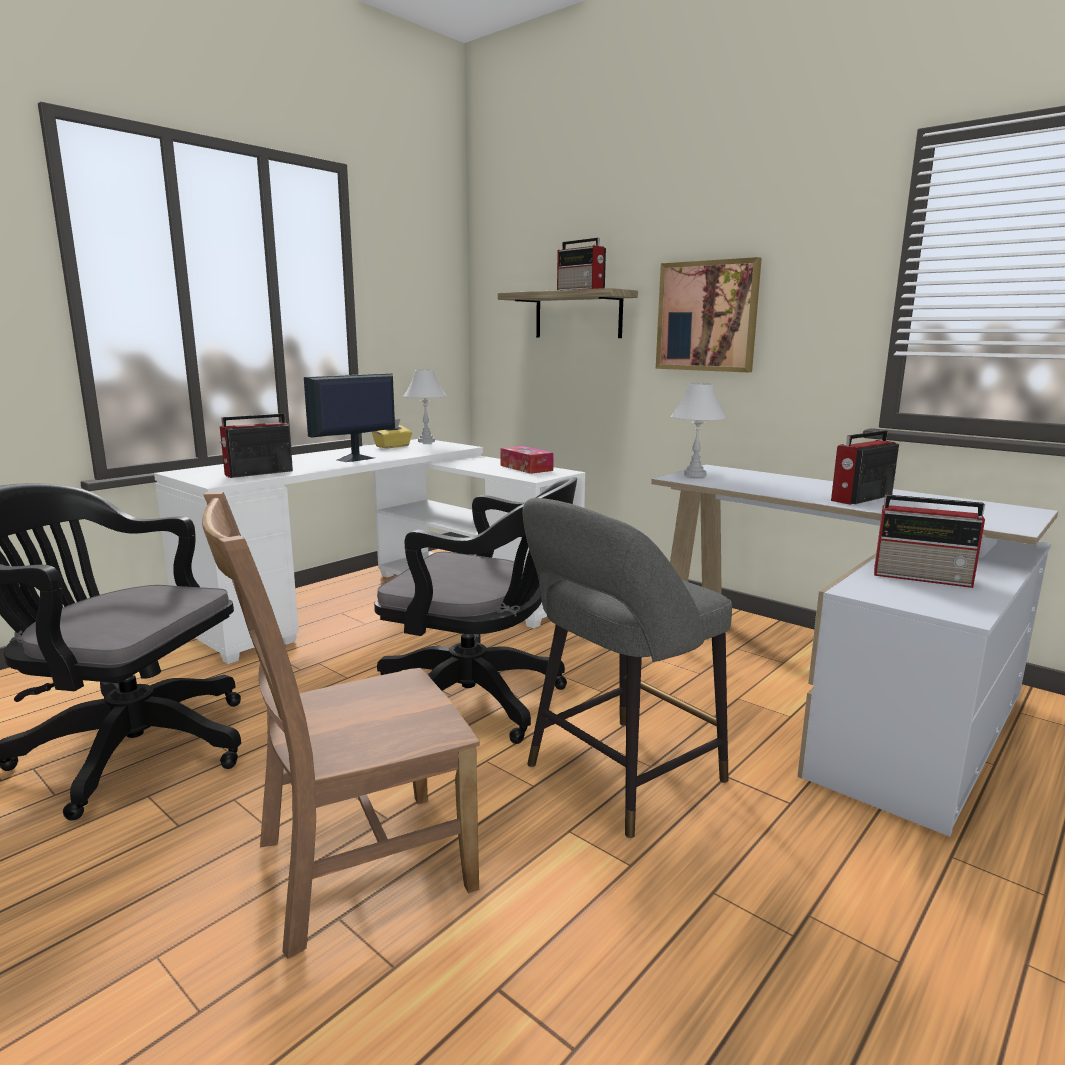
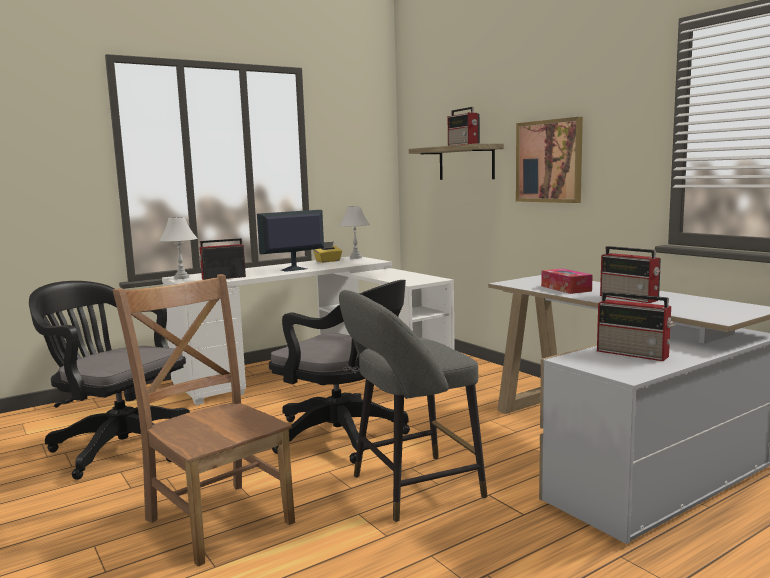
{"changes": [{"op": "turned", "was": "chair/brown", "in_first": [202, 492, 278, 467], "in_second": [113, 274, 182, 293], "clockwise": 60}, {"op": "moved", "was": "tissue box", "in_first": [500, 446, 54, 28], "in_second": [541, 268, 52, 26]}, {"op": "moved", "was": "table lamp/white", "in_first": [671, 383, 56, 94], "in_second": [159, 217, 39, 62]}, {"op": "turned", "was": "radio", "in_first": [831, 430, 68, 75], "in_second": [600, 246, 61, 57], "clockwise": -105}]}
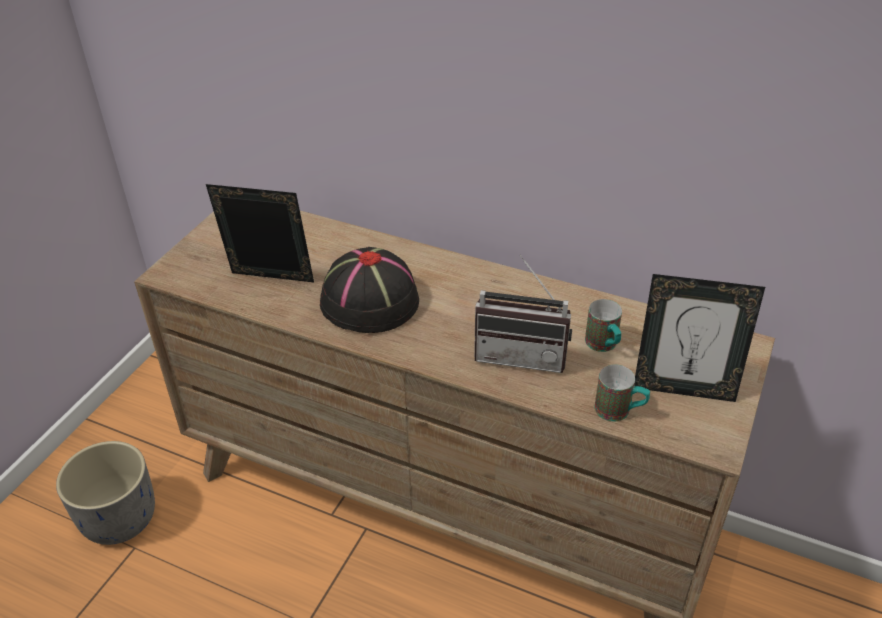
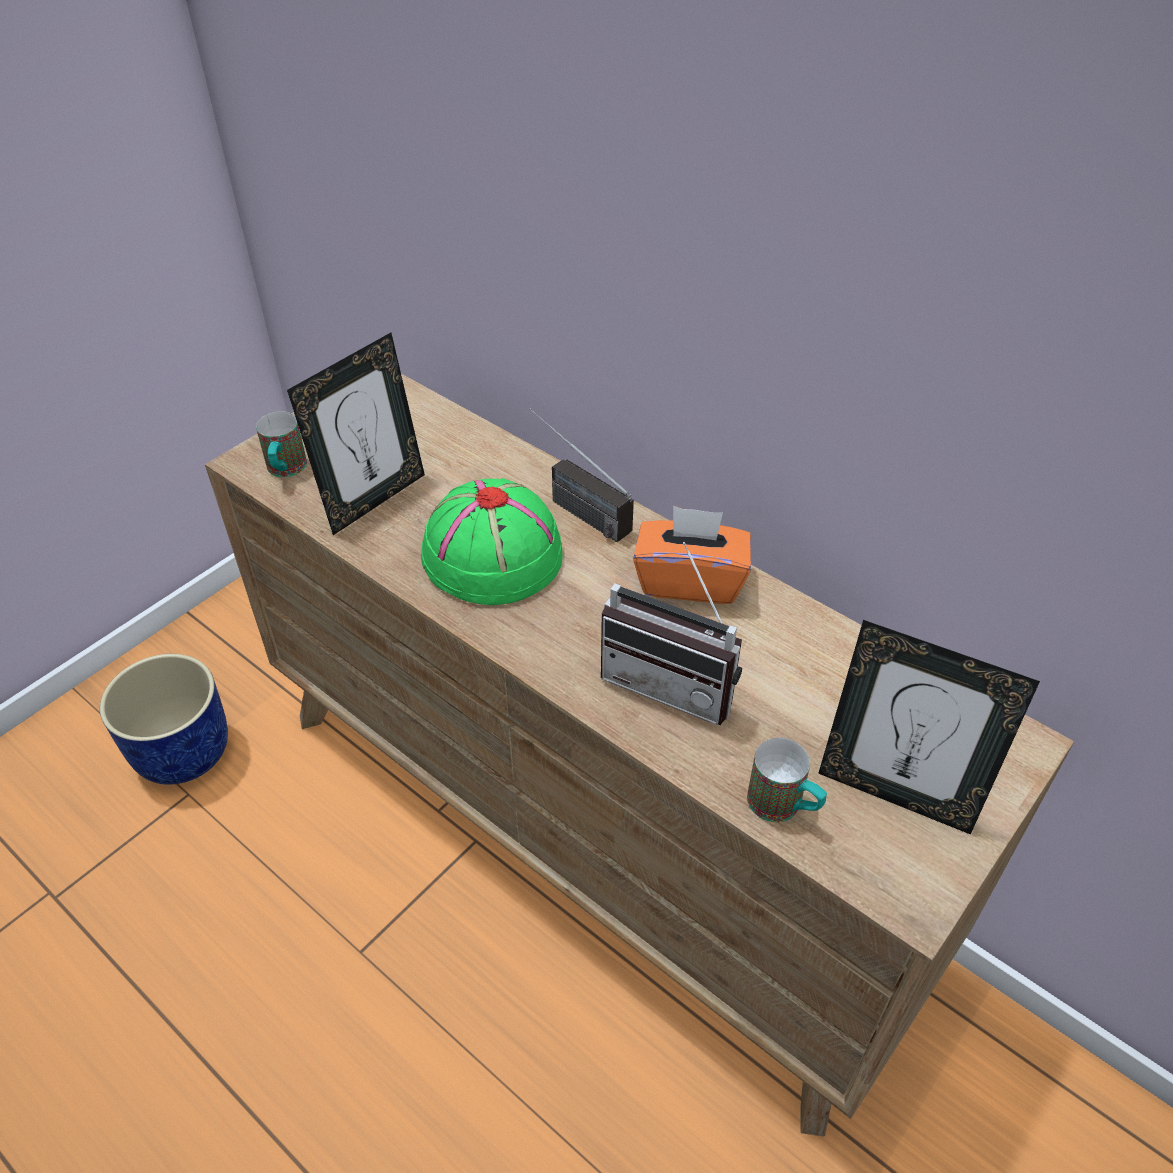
{"changes": [{"op": "recoloured", "was": "planter/grey", "now": "planter/blue", "in_first": [56, 441, 99, 104], "in_second": [100, 654, 128, 131]}, {"op": "turned", "was": "picture frame", "in_first": [206, 184, 108, 98], "in_second": [287, 333, 138, 202], "clockwise": 105}, {"op": "recoloured", "was": "hat/black", "now": "hat/green", "in_first": [320, 247, 99, 86], "in_second": [421, 478, 141, 127]}, {"op": "moved", "was": "mug", "in_first": [585, 299, 37, 53], "in_second": [256, 411, 51, 66]}, {"op": "added", "now": "radio", "in_second": [529, 408, 105, 134]}, {"op": "added", "now": "tissue box/orange", "in_second": [633, 506, 118, 98]}]}
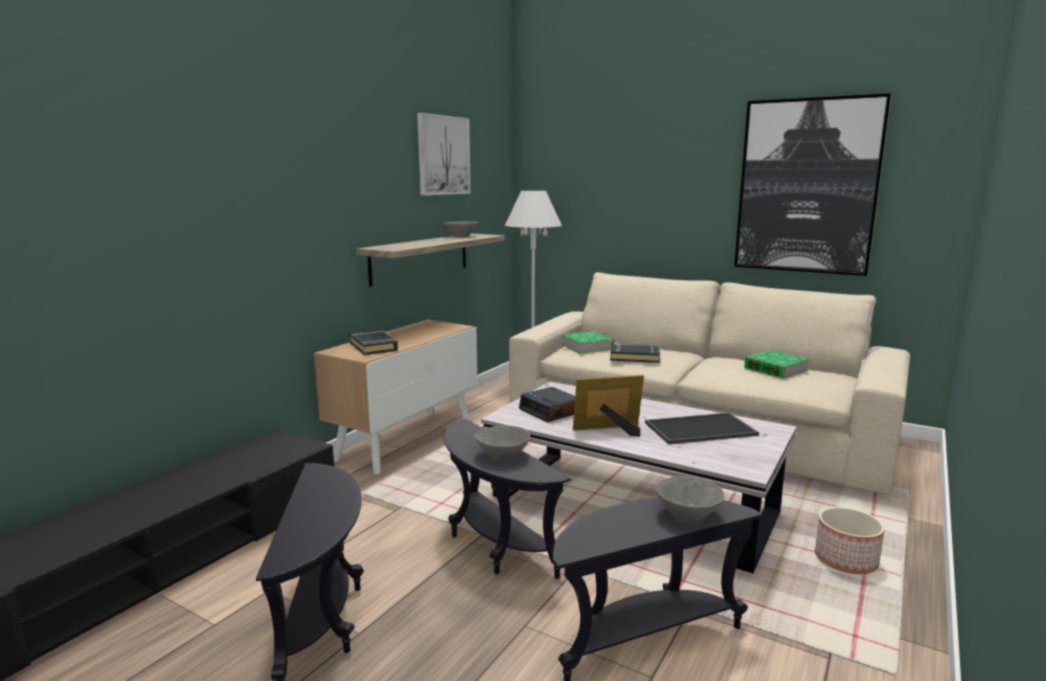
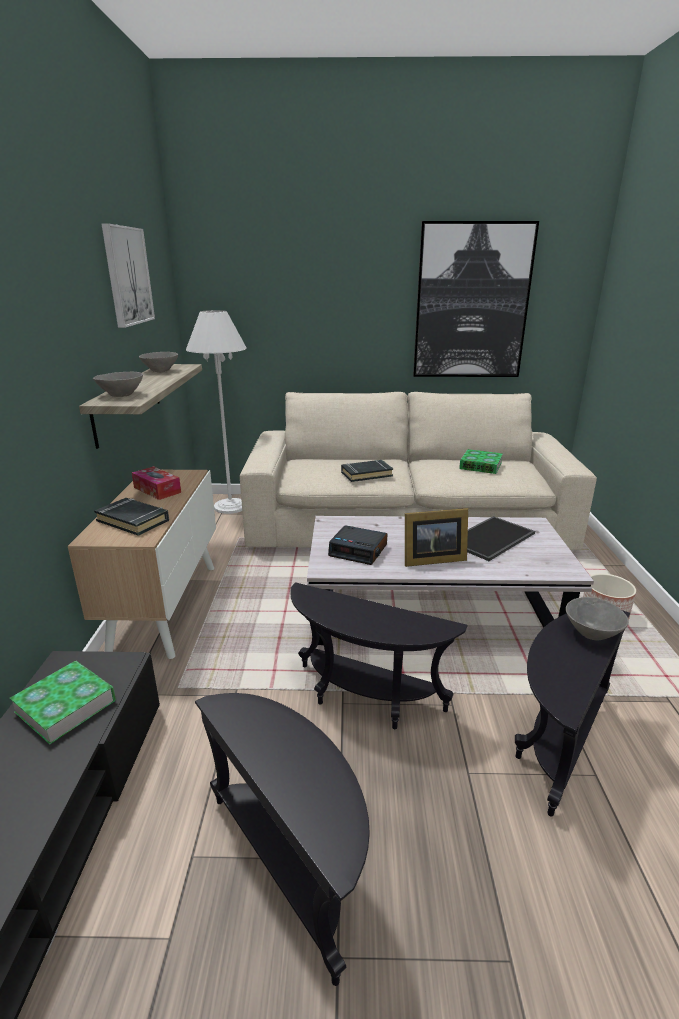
{"changes": [{"op": "moved", "was": "bowl/grey", "in_first": [474, 426, 56, 35], "in_second": [93, 372, 50, 25]}, {"op": "moved", "was": "book", "in_first": [562, 331, 52, 22], "in_second": [10, 661, 106, 83]}, {"op": "turned", "was": "picture frame", "in_first": [573, 375, 71, 62], "in_second": [405, 508, 63, 59], "clockwise": -150}, {"op": "added", "now": "tissue box", "in_second": [132, 466, 49, 34]}]}
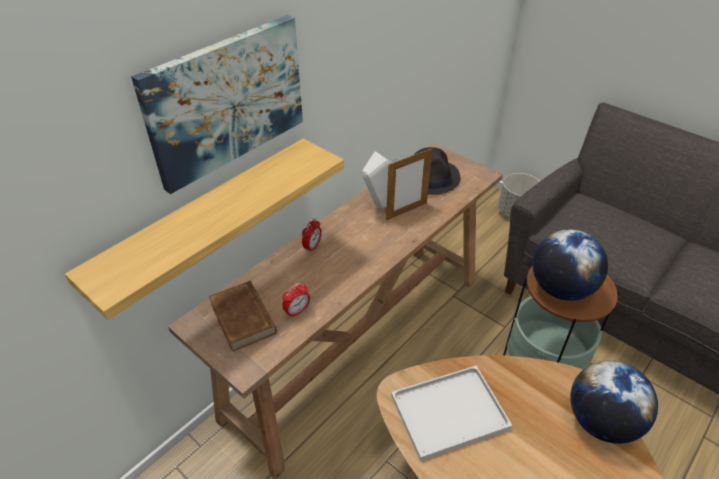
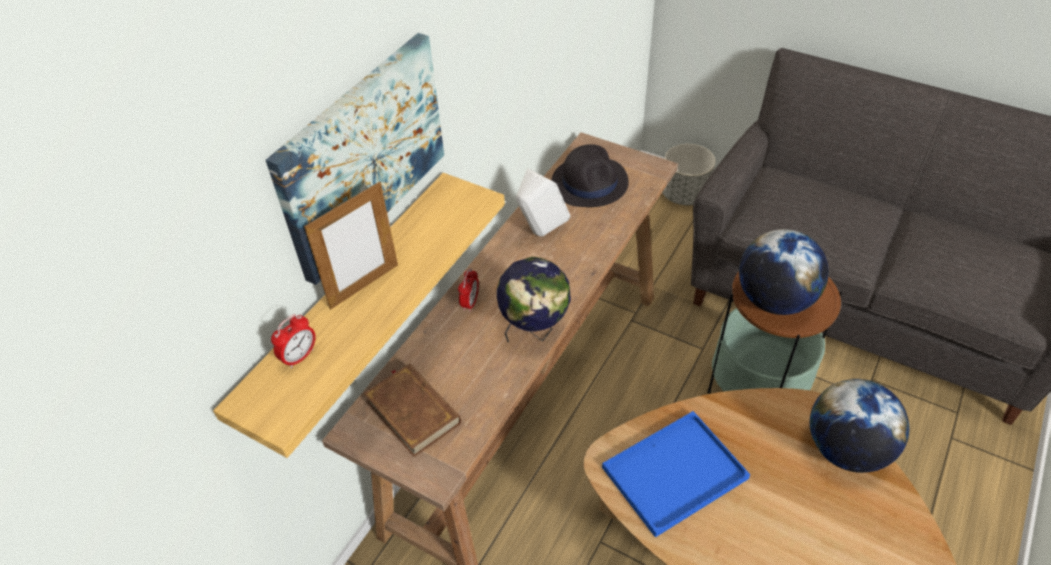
{"changes": [{"op": "moved", "was": "alarm clock", "in_first": [282, 283, 28, 35], "in_second": [271, 314, 45, 55]}, {"op": "moved", "was": "picture frame", "in_first": [386, 148, 46, 72], "in_second": [304, 181, 94, 129]}, {"op": "recoloured", "was": "tray/white", "now": "tray/blue", "in_first": [391, 366, 121, 95], "in_second": [602, 411, 148, 126]}, {"op": "added", "now": "globe", "in_second": [497, 257, 74, 85]}]}
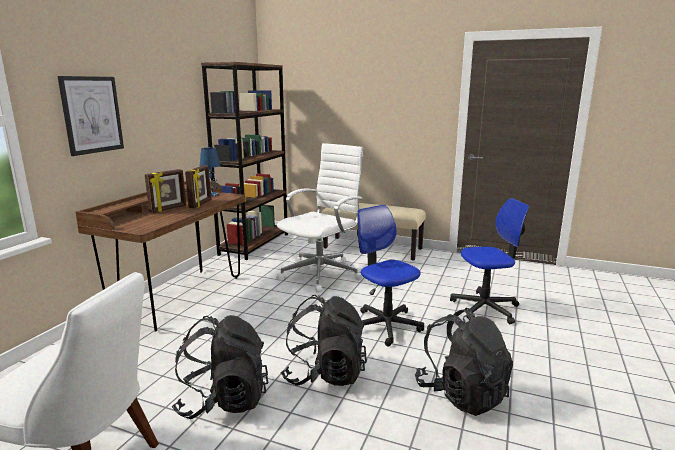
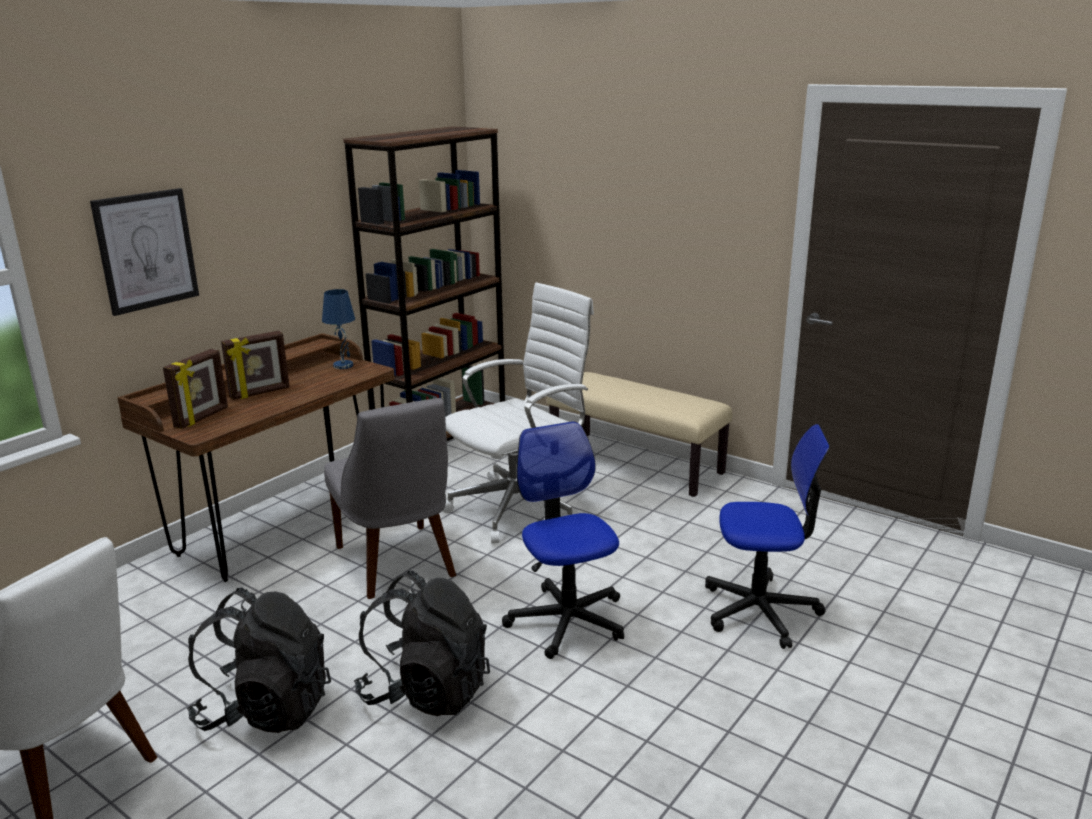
{"changes": [{"op": "moved", "was": "picture frame", "in_first": [185, 166, 26, 42], "in_second": [163, 349, 65, 80]}, {"op": "removed", "was": "backpack/black", "in_first": [415, 308, 98, 108]}, {"op": "added", "now": "chair/grey", "in_second": [324, 398, 132, 201]}]}
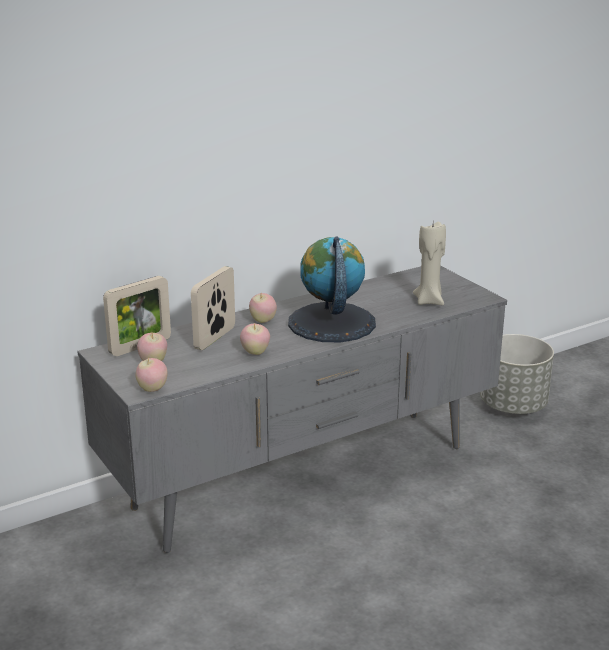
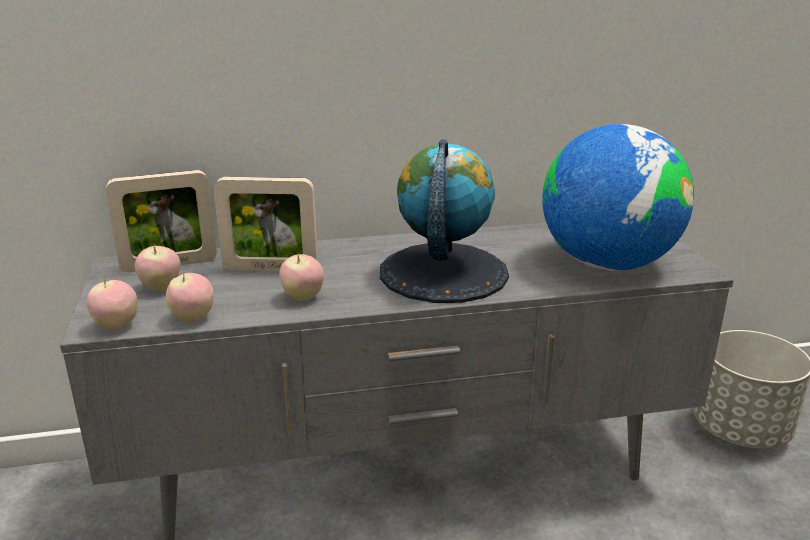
{"changes": [{"op": "turned", "was": "picture frame", "in_first": [191, 266, 44, 84], "in_second": [213, 177, 105, 94], "clockwise": -135}, {"op": "moved", "was": "apple", "in_first": [249, 293, 28, 30], "in_second": [166, 271, 48, 51]}, {"op": "replaced", "was": "candle/beige", "now": "globe", "in_first": [413, 222, 33, 83], "in_second": [542, 124, 152, 147]}]}
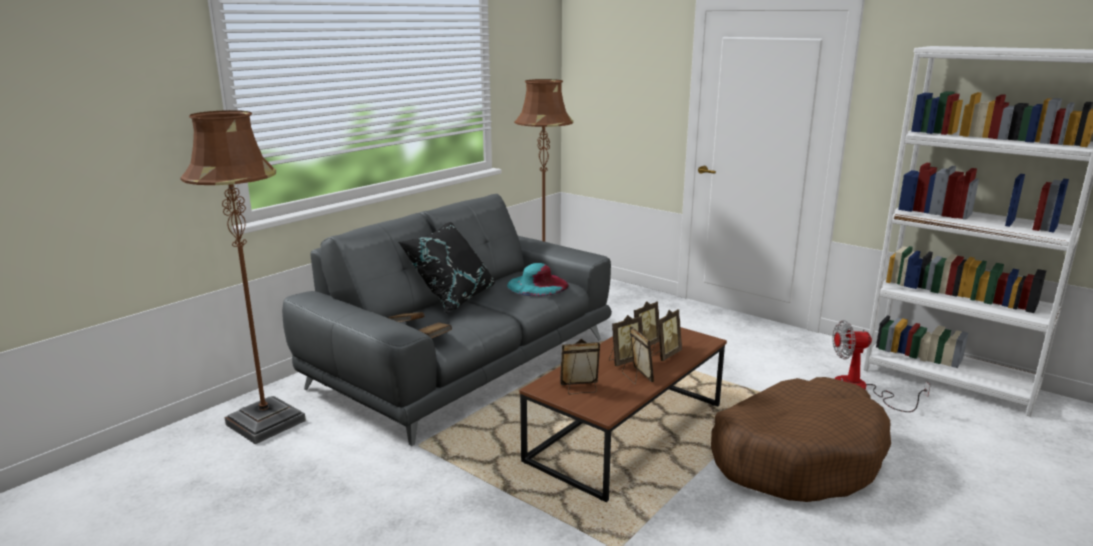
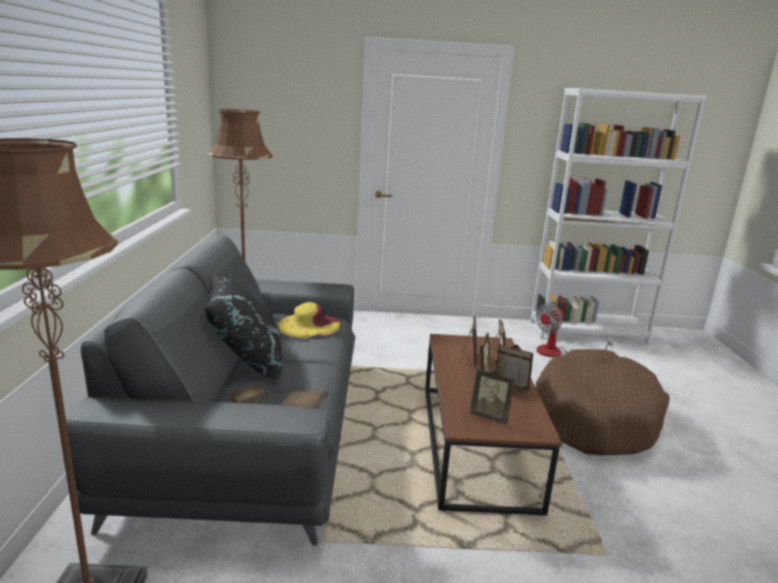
{"changes": [{"op": "recoloured", "was": "hat/turquoise", "now": "hat/yellow", "in_first": [507, 263, 62, 33], "in_second": [278, 302, 63, 37]}, {"op": "turned", "was": "picture frame", "in_first": [560, 339, 40, 55], "in_second": [470, 368, 45, 57], "clockwise": -105}]}
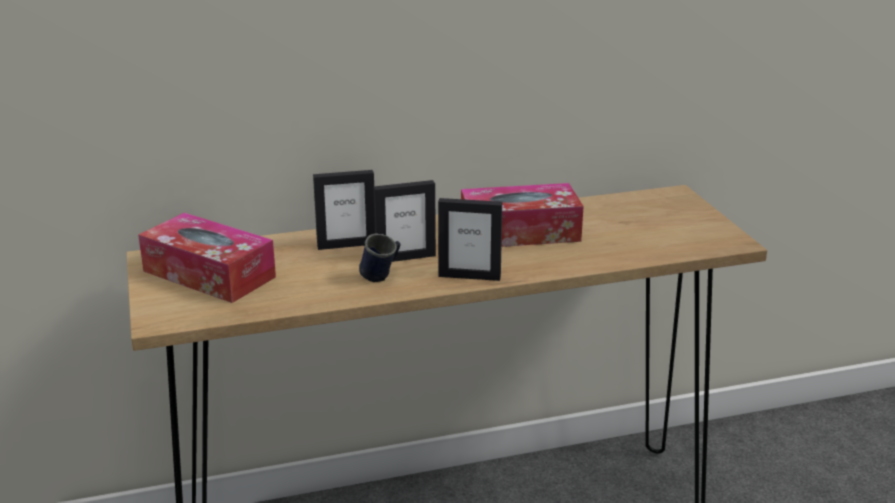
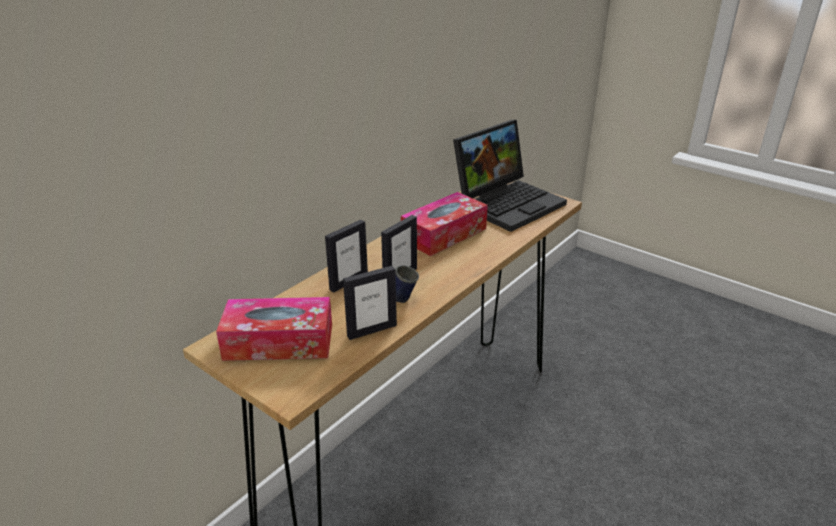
{"changes": [{"op": "moved", "was": "picture frame", "in_first": [438, 198, 64, 83], "in_second": [343, 266, 54, 74]}, {"op": "added", "now": "laptop", "in_second": [453, 120, 114, 112]}]}
